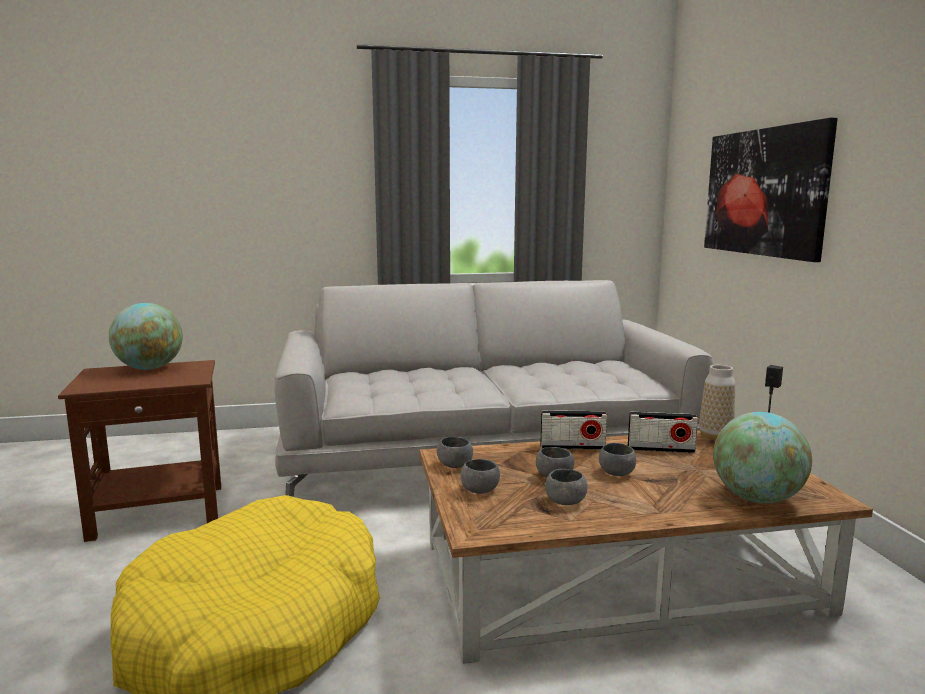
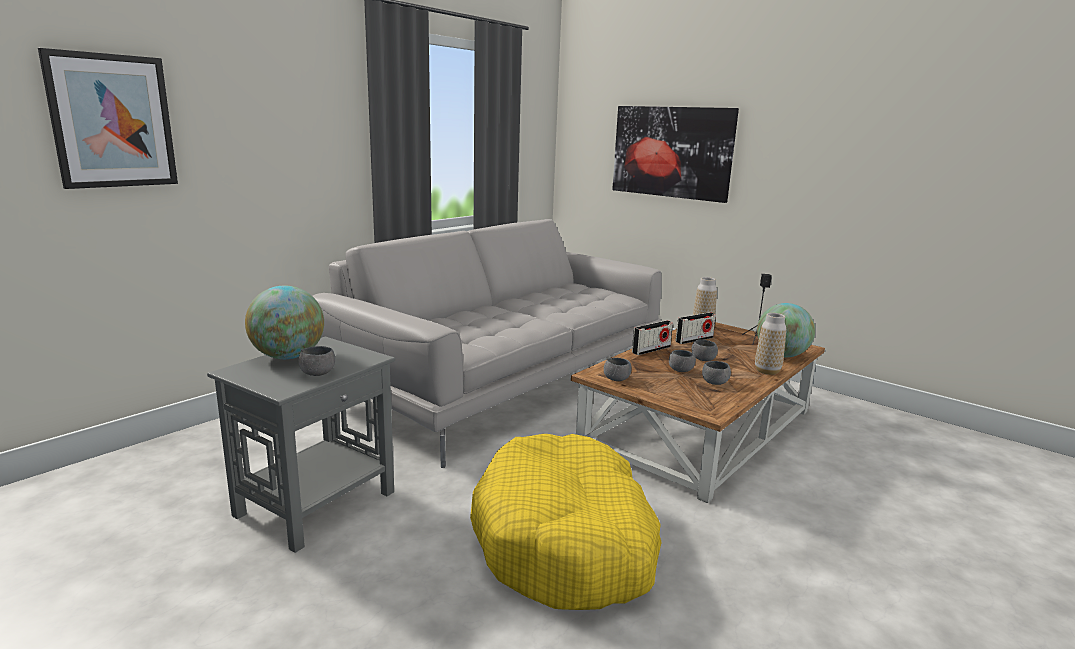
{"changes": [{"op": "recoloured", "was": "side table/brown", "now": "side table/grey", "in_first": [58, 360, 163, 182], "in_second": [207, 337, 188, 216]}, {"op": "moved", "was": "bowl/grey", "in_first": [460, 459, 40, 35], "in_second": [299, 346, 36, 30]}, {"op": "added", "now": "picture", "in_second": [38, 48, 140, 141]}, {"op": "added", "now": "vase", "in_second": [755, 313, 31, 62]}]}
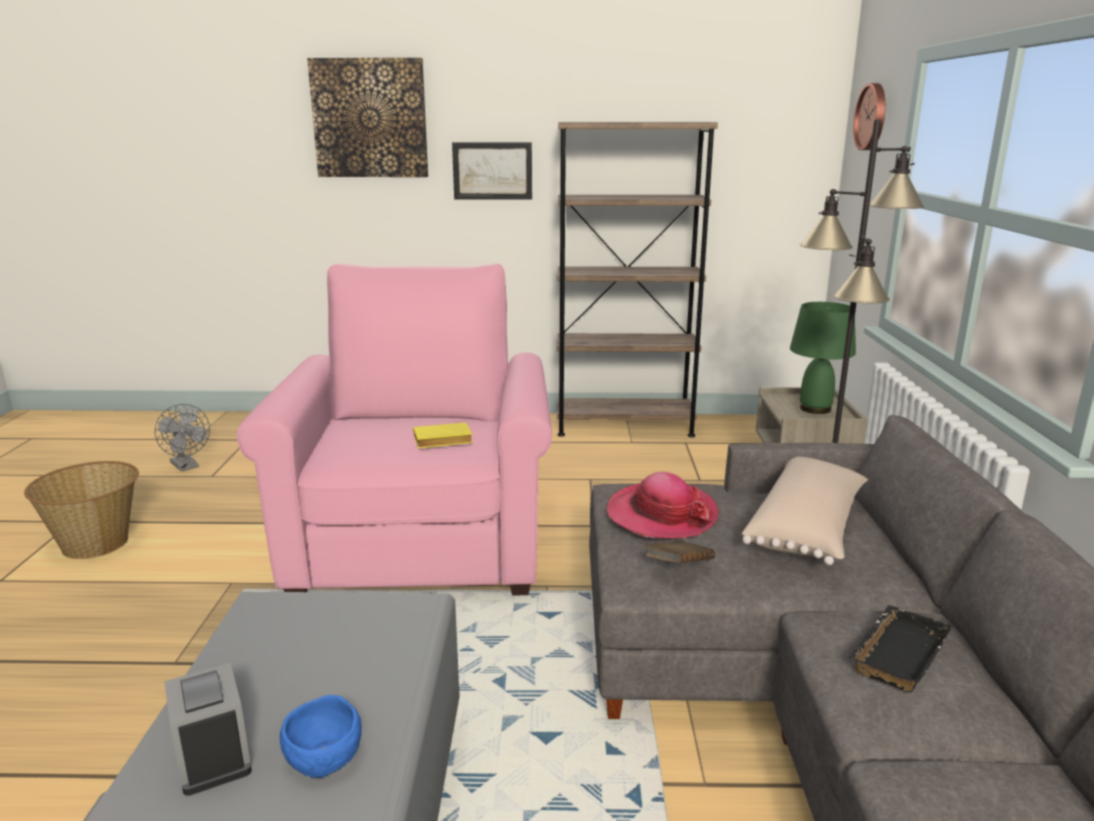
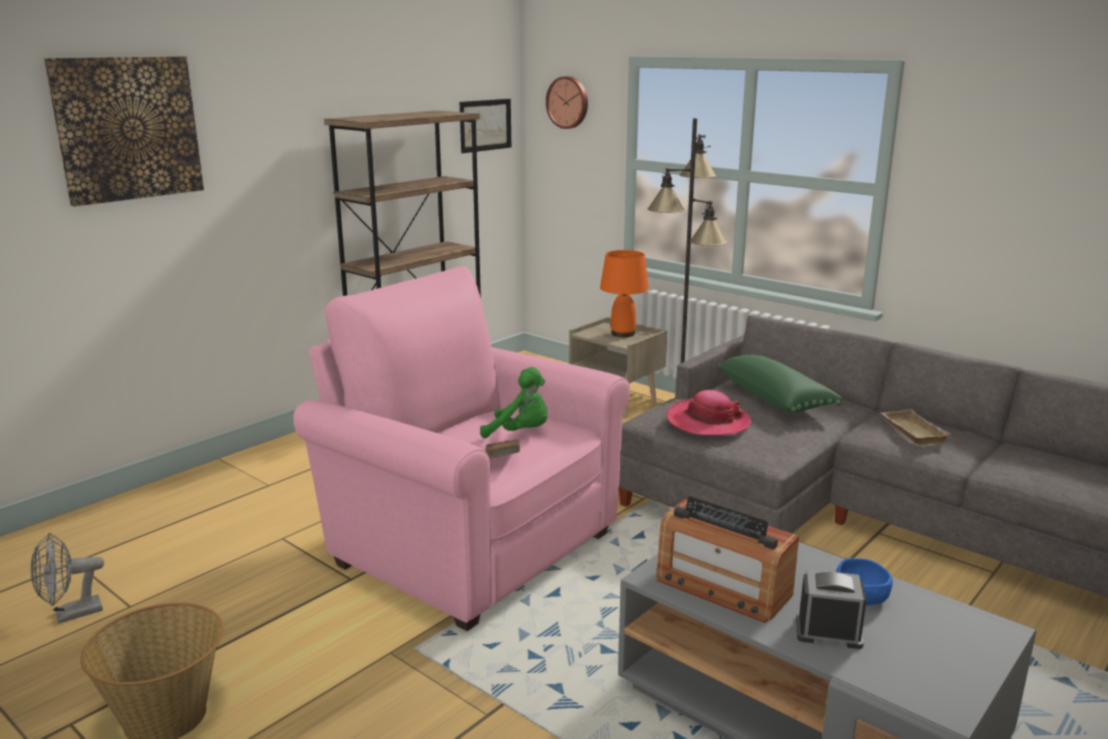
{"changes": [{"op": "turned", "was": "fan/grey", "in_first": [154, 404, 56, 68], "in_second": [31, 533, 73, 91], "clockwise": 150}, {"op": "replaced", "was": "book/yellow", "now": "plush toy/green", "in_first": [413, 422, 60, 26], "in_second": [480, 367, 68, 72]}, {"op": "moved", "was": "picture", "in_first": [452, 142, 80, 58], "in_second": [460, 99, 51, 54]}, {"op": "moved", "was": "book/brown", "in_first": [645, 541, 70, 22], "in_second": [485, 440, 35, 19]}, {"op": "recoloured", "was": "pillow/beige", "now": "pillow/green", "in_first": [742, 457, 126, 108], "in_second": [717, 355, 126, 58]}, {"op": "recoloured", "was": "table lamp/green", "now": "table lamp/orange", "in_first": [790, 302, 66, 112], "in_second": [600, 250, 49, 87]}, {"op": "recoloured", "was": "tray/black", "now": "tray/beige", "in_first": [848, 605, 105, 87], "in_second": [881, 409, 70, 36]}, {"op": "added", "now": "radio", "in_second": [656, 496, 143, 127]}]}
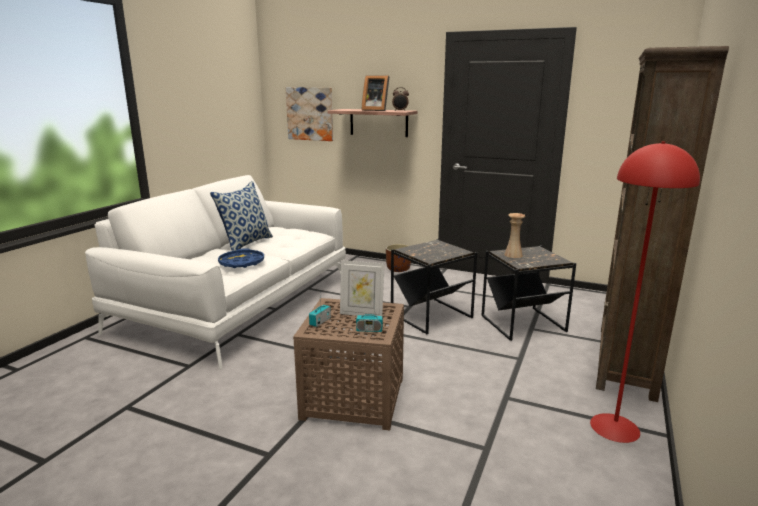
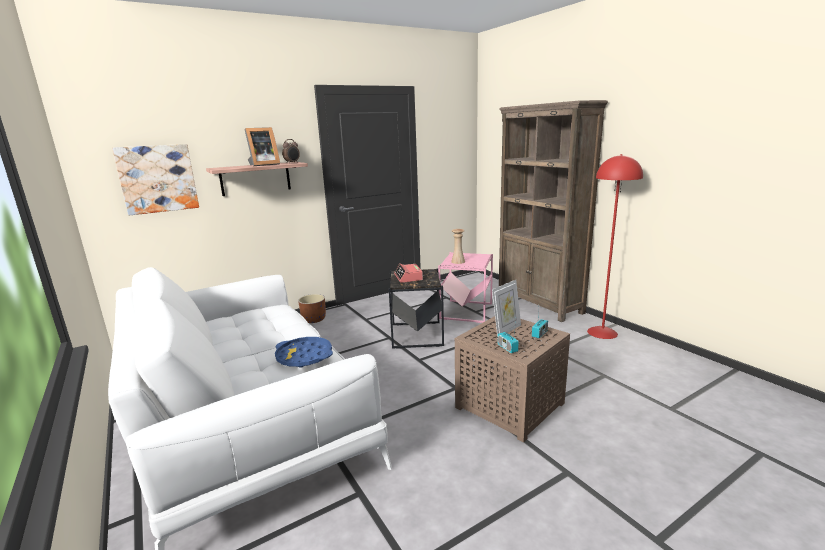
{"changes": [{"op": "removed", "was": "pillow", "in_first": [210, 181, 63, 70]}, {"op": "recoloured", "was": "side table/black", "now": "side table/pink", "in_first": [481, 245, 95, 96], "in_second": [438, 252, 55, 71]}, {"op": "added", "now": "alarm clock", "in_second": [394, 263, 29, 20]}]}
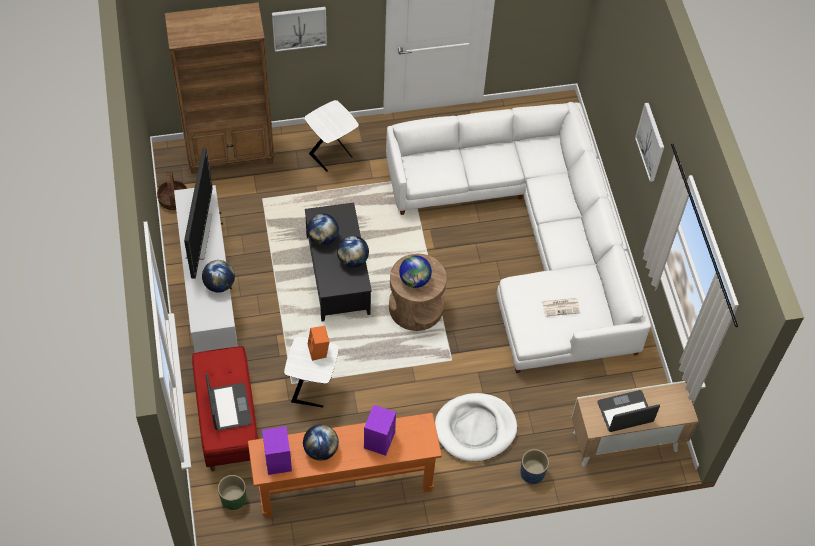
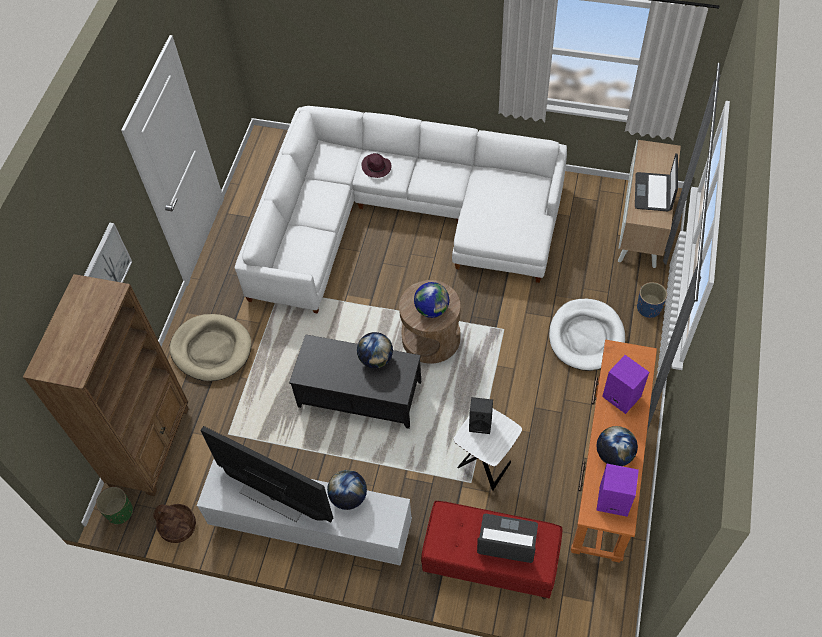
{"changes": [{"op": "moved", "was": "planter/green", "in_first": [218, 475, 28, 35], "in_second": [96, 487, 37, 38]}, {"op": "replaced", "was": "side table/white", "now": "dog bed/beige", "in_first": [304, 100, 55, 72], "in_second": [169, 314, 82, 67]}, {"op": "removed", "was": "globe", "in_first": [307, 213, 32, 32]}, {"op": "recoloured", "was": "speaker/orange", "now": "speaker/black", "in_first": [308, 326, 21, 35], "in_second": [469, 397, 24, 37]}, {"op": "removed", "was": "newspaper", "in_first": [542, 298, 38, 19]}, {"op": "removed", "was": "picture", "in_first": [635, 103, 29, 79]}, {"op": "added", "now": "hat/purple", "in_second": [362, 153, 29, 25]}]}
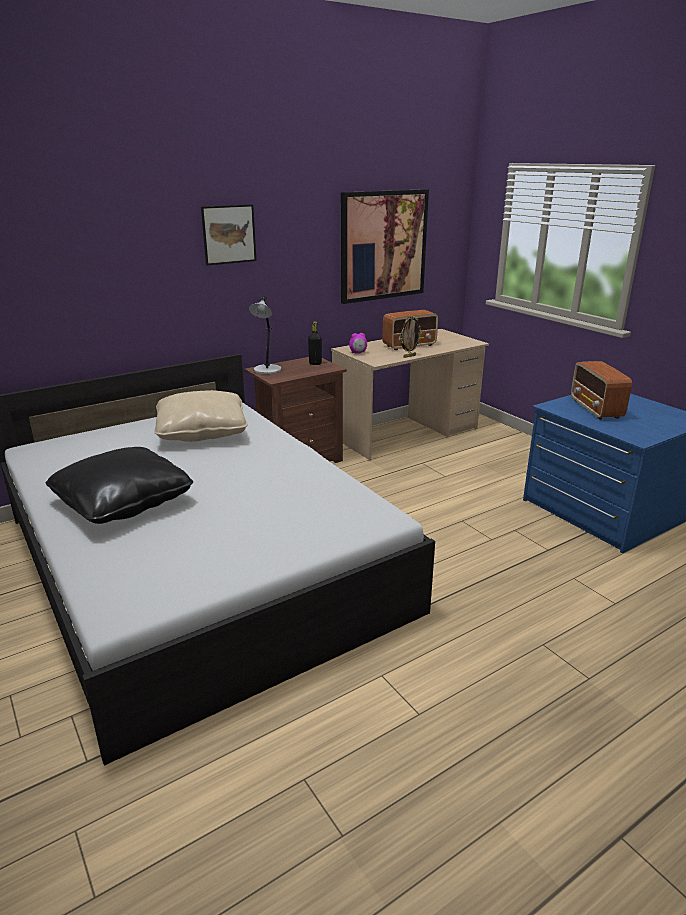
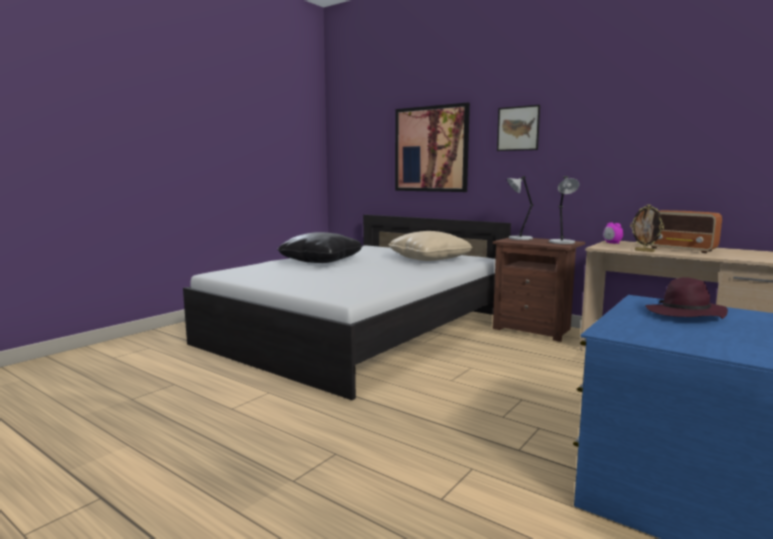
{"changes": [{"op": "replaced", "was": "bottle/black", "now": "table lamp/grey", "in_first": [308, 321, 14, 44], "in_second": [549, 176, 30, 68]}, {"op": "moved", "was": "picture", "in_first": [341, 189, 88, 115], "in_second": [395, 102, 75, 90]}, {"op": "replaced", "was": "radio", "now": "hat/purple", "in_first": [571, 361, 61, 59], "in_second": [645, 277, 83, 42]}]}
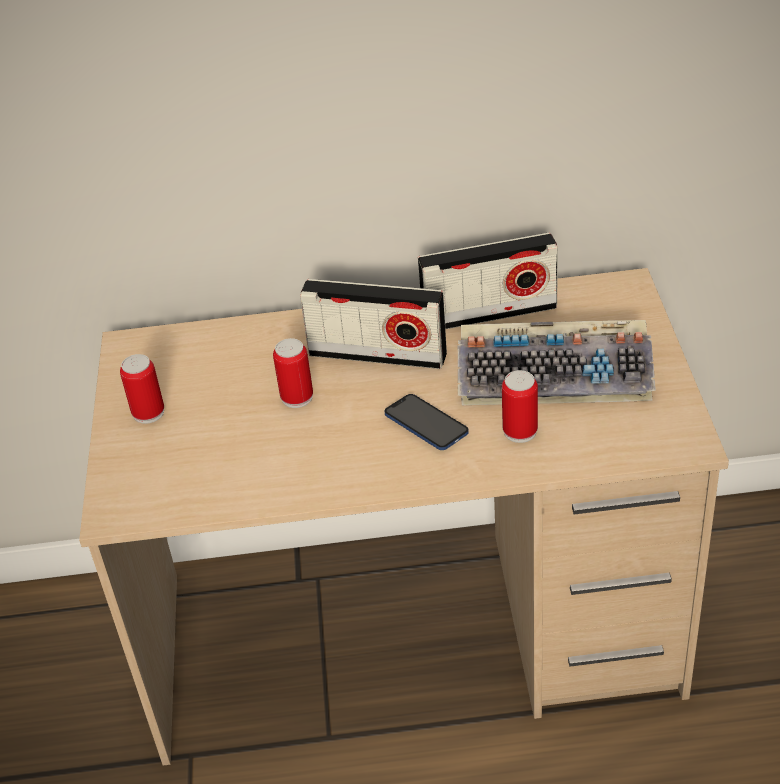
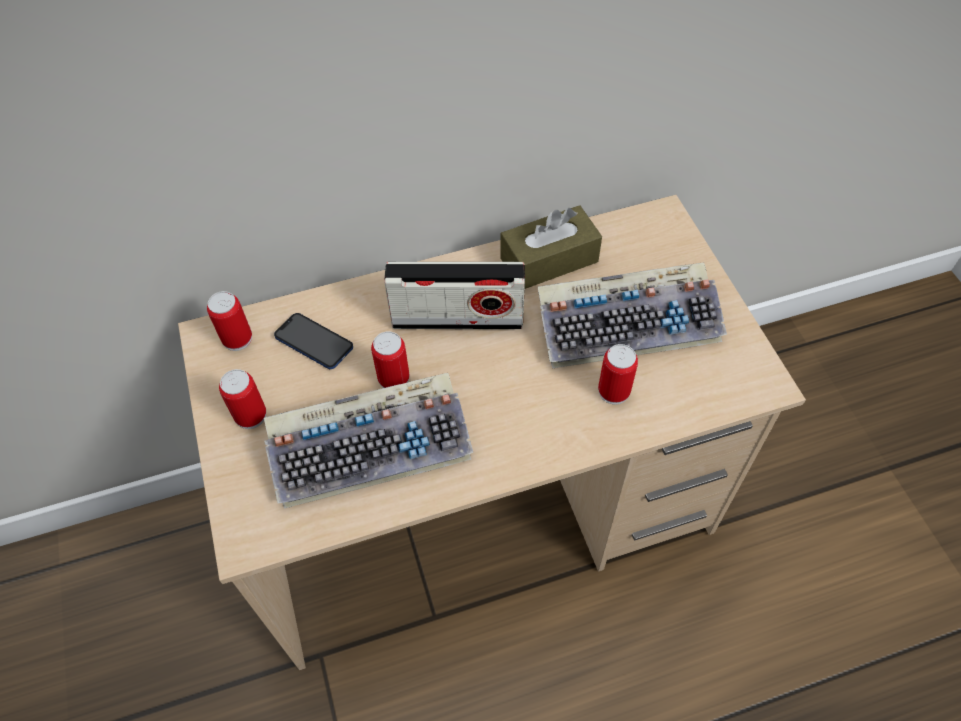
{"changes": [{"op": "moved", "was": "phone", "in_first": [385, 394, 84, 56], "in_second": [274, 313, 79, 56]}, {"op": "replaced", "was": "radio", "now": "tissue box/brown", "in_first": [418, 233, 140, 96], "in_second": [500, 205, 102, 84]}, {"op": "added", "now": "can", "in_second": [207, 291, 45, 60]}, {"op": "added", "now": "keyboard", "in_second": [264, 373, 209, 135]}]}
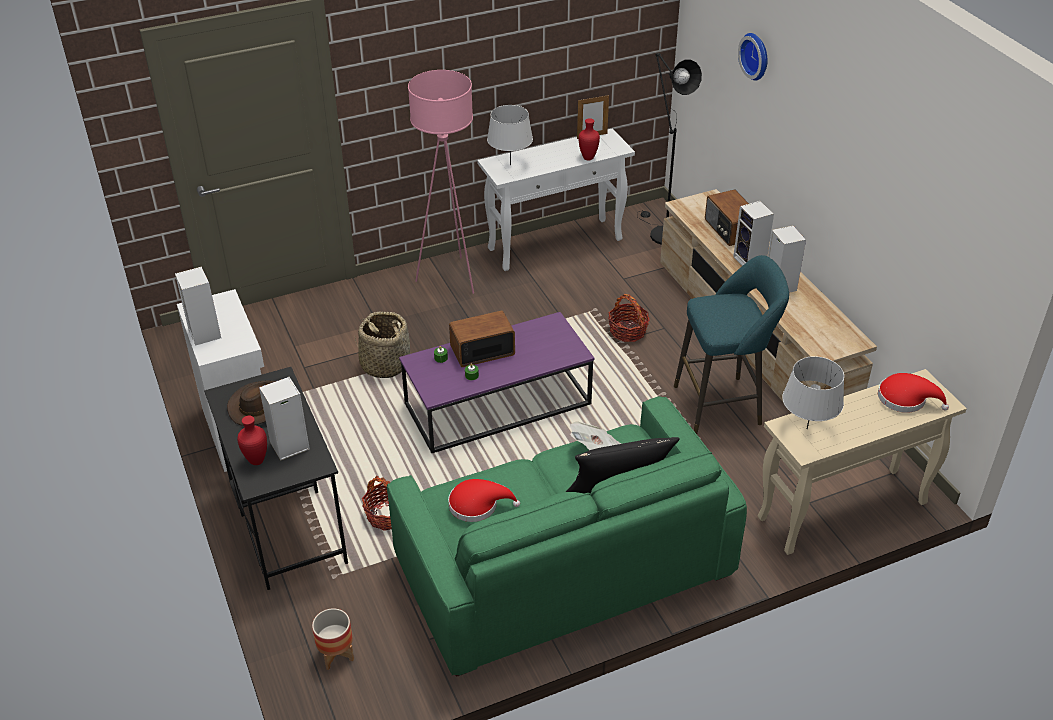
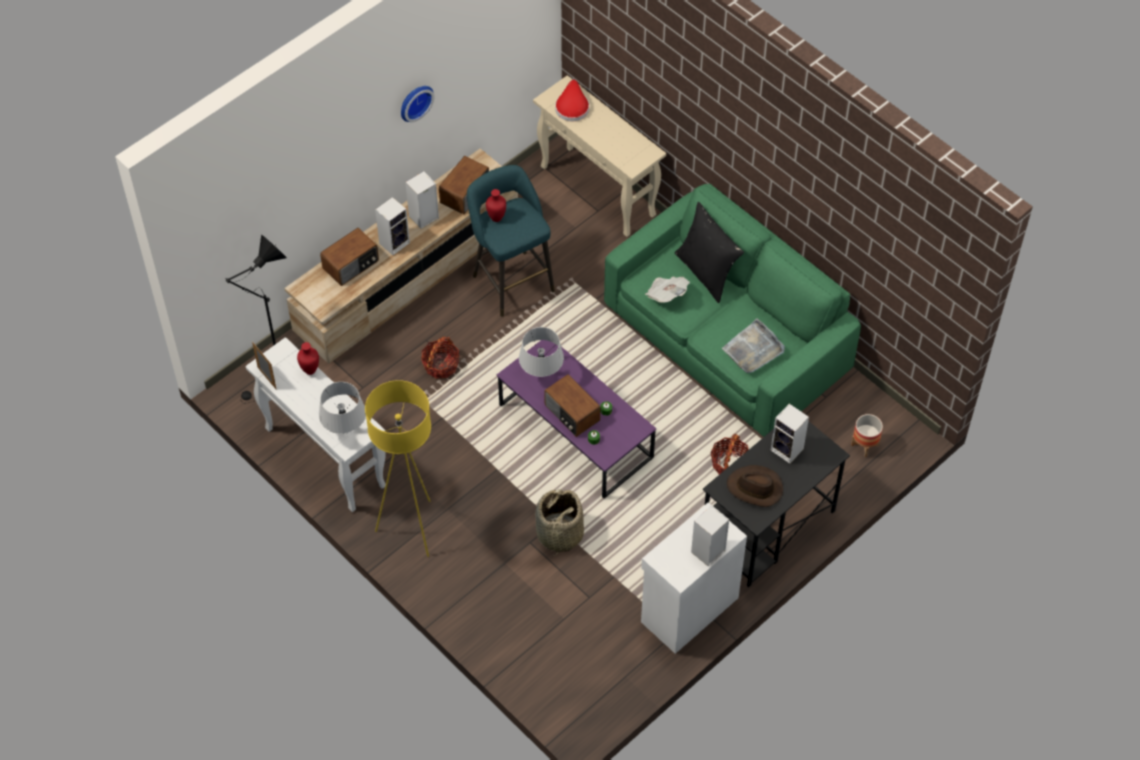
{"changes": [{"op": "moved", "was": "vase/red", "in_first": [237, 416, 30, 49], "in_second": [486, 189, 20, 33]}, {"op": "recoloured", "was": "floor lamp/pink", "now": "floor lamp/yellow", "in_first": [408, 70, 66, 224], "in_second": [365, 380, 66, 177]}, {"op": "replaced", "was": "hat/red", "now": "tray/grey", "in_first": [448, 479, 72, 43], "in_second": [722, 318, 63, 55]}, {"op": "moved", "was": "wall clock", "in_first": [738, 33, 30, 48], "in_second": [401, 86, 33, 36]}, {"op": "moved", "was": "table lamp/grey", "in_first": [782, 356, 62, 73], "in_second": [519, 327, 45, 50]}, {"op": "added", "now": "radio", "in_second": [439, 156, 50, 58]}]}
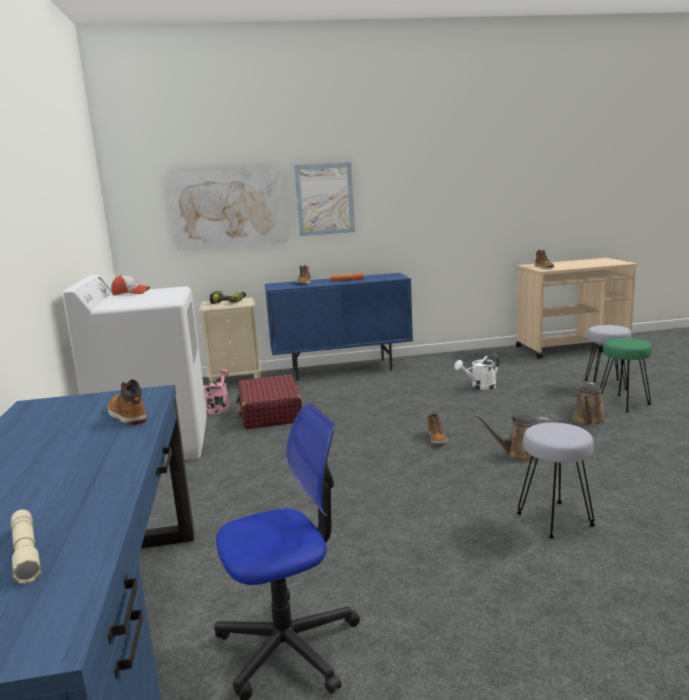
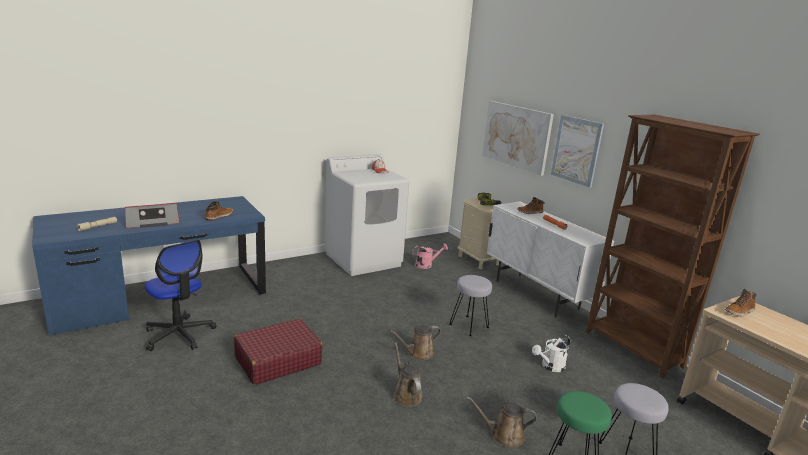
{"changes": [{"op": "moved", "was": "suitcase/red", "in_first": [236, 374, 66, 55], "in_second": [234, 318, 89, 67]}, {"op": "recoloured", "was": "cabinet/blue", "now": "cabinet/white", "in_first": [265, 273, 148, 108], "in_second": [487, 202, 127, 116]}, {"op": "replaced", "was": "boot", "now": "watering can/brown", "in_first": [428, 414, 19, 30], "in_second": [390, 325, 51, 35]}, {"op": "turned", "was": "watering can/white", "in_first": [454, 354, 45, 36], "in_second": [532, 335, 38, 37], "clockwise": -75}, {"op": "moved", "was": "stool/grey", "in_first": [517, 423, 78, 116], "in_second": [449, 275, 43, 61]}, {"op": "added", "now": "radio", "in_second": [125, 203, 55, 25]}, {"op": "added", "now": "bookcase/brown", "in_second": [586, 115, 174, 264]}]}
